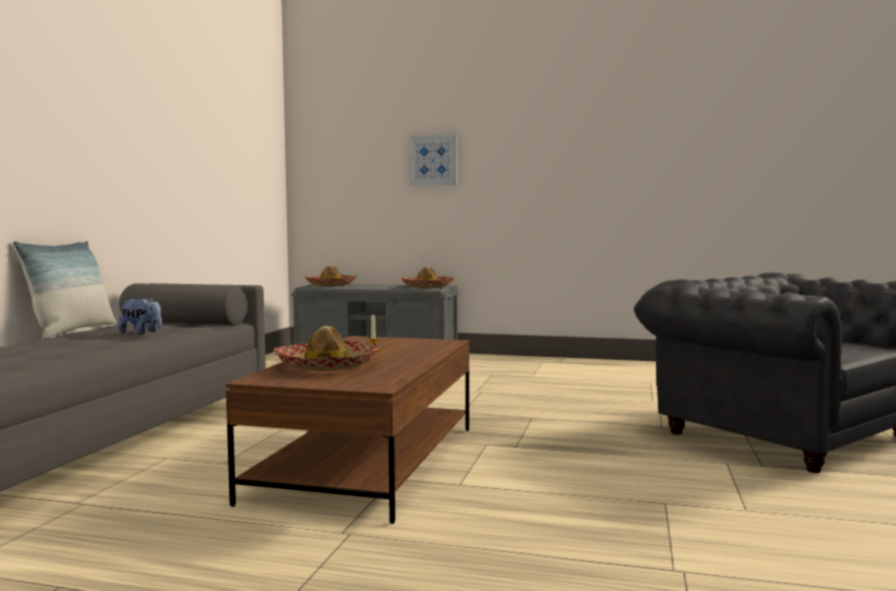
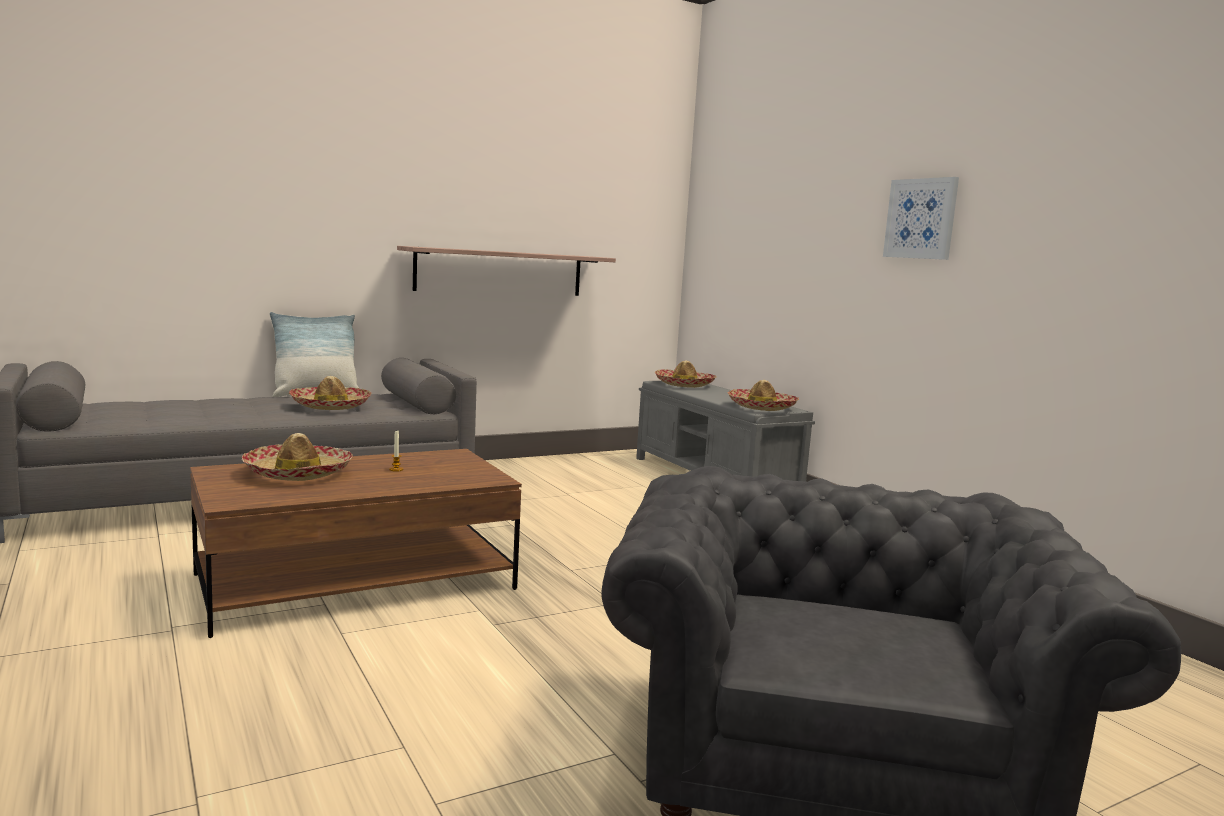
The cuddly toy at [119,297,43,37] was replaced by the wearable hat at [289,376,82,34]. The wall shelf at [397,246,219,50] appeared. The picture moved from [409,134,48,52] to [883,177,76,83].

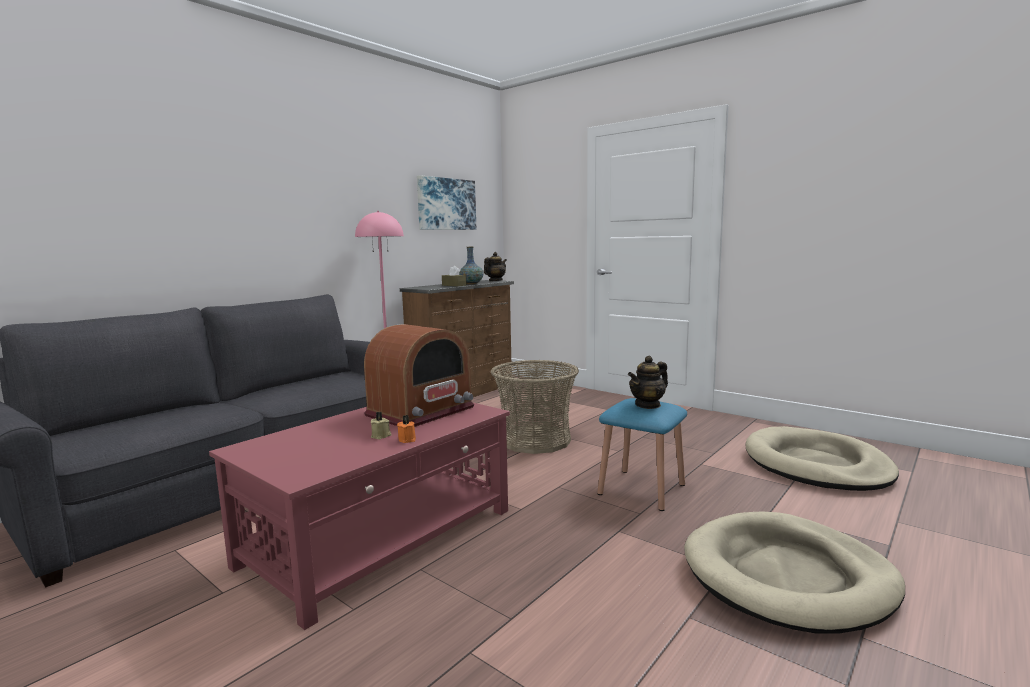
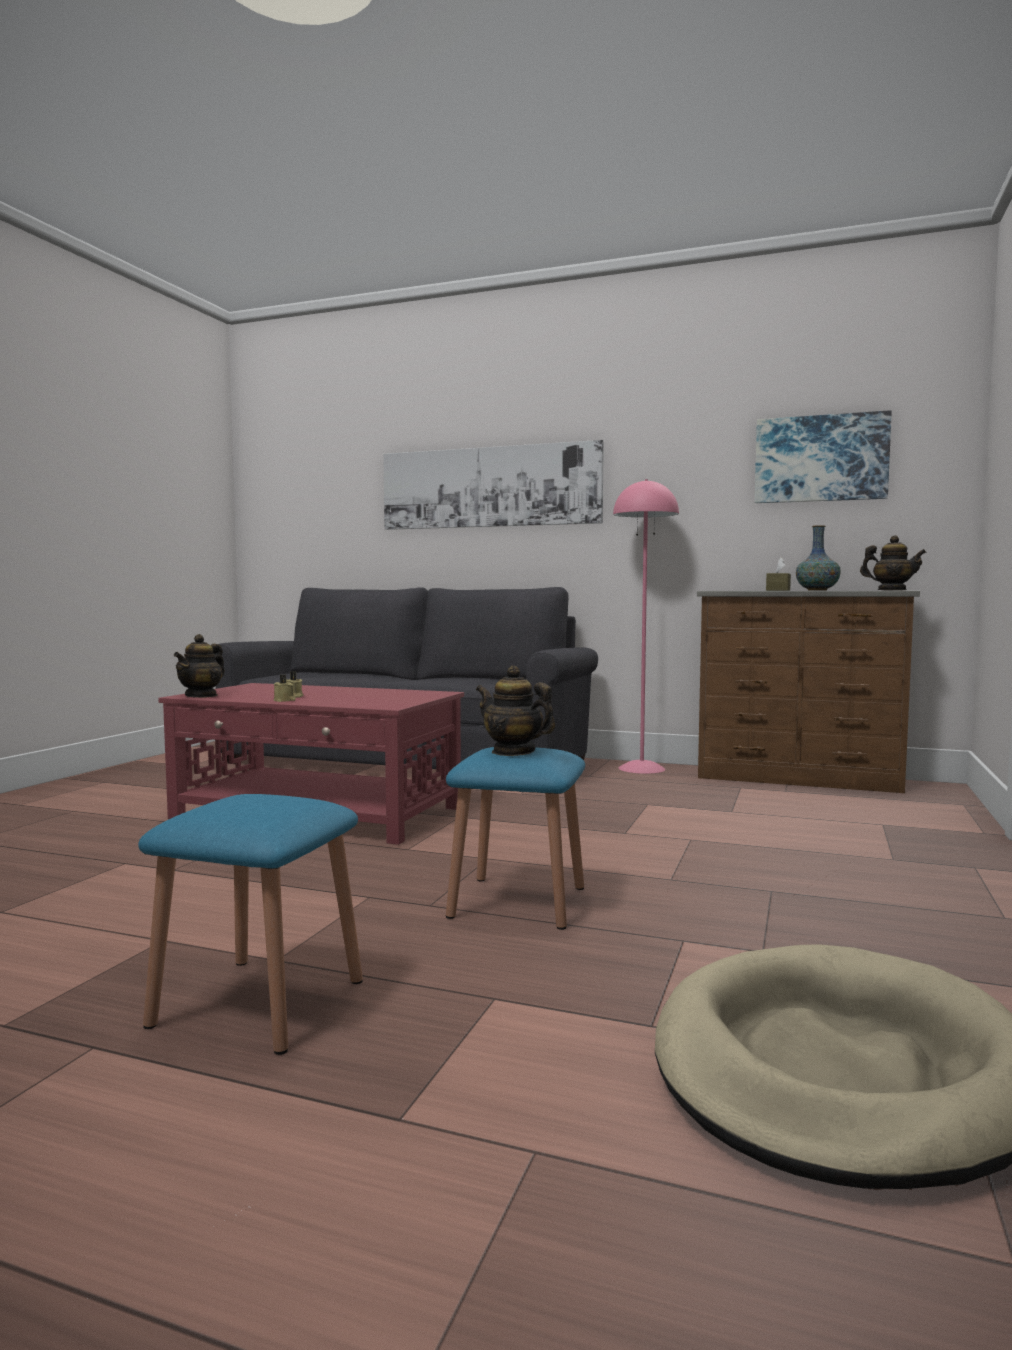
The pet bed/beige at [684,511,221,123] was replaced by the stool/blue-coloured at [138,794,225,261]. The teapot at [174,634,51,64] appeared. The wax light/orange-coloured at [397,415,19,28] became the wax light/beige at [273,675,23,27]. The picture at [383,440,221,90] appeared. The radio at [364,324,110,103] disappeared. The storage basket at [490,360,89,94] disappeared.

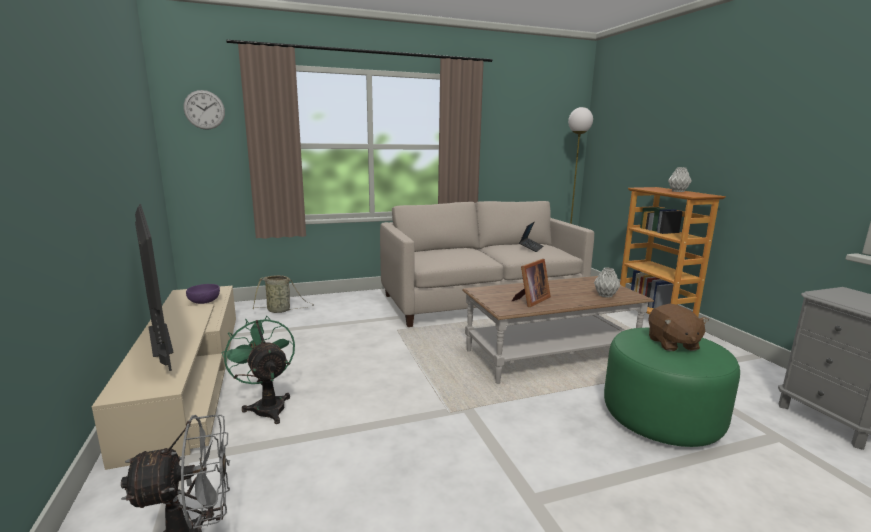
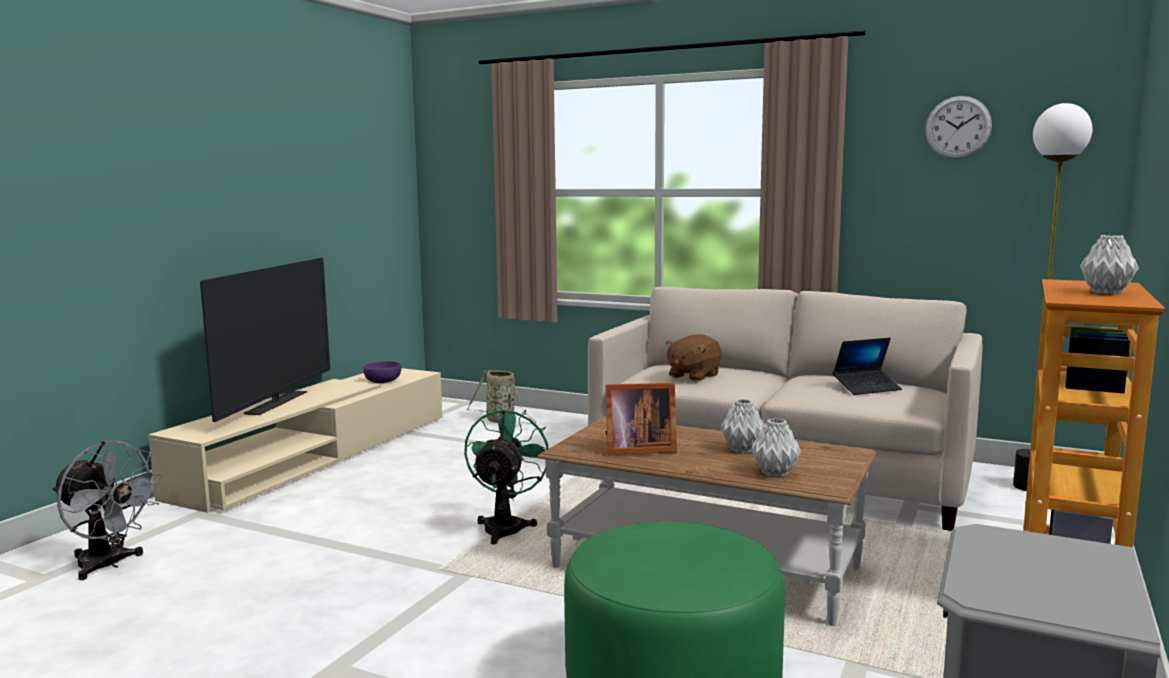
The cooling fan/greenish moved from [222,316,73,108] to [464,407,85,137]. The cuddly toy/brown-coloured moved from [649,304,60,47] to [665,334,56,47]. The vase/gray at [721,399,43,54] appeared. The hanging clock moved from [184,90,41,40] to [925,96,67,63].

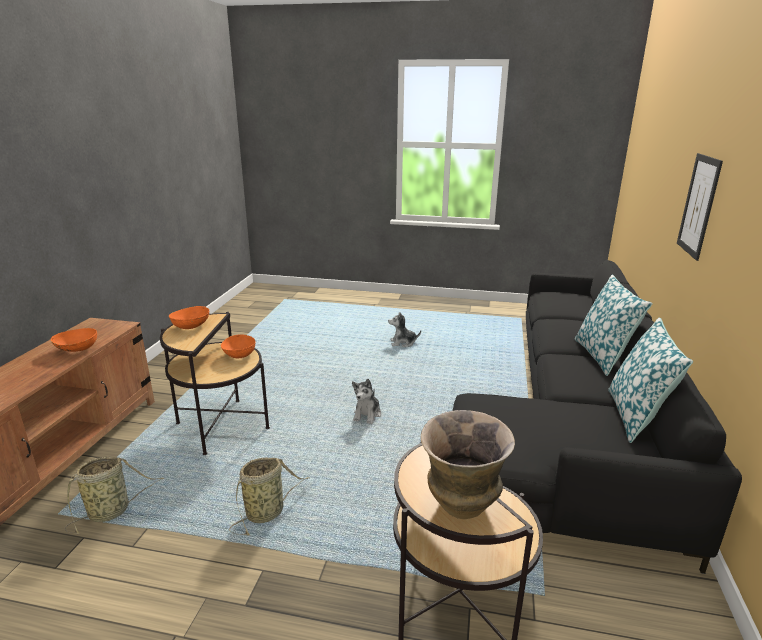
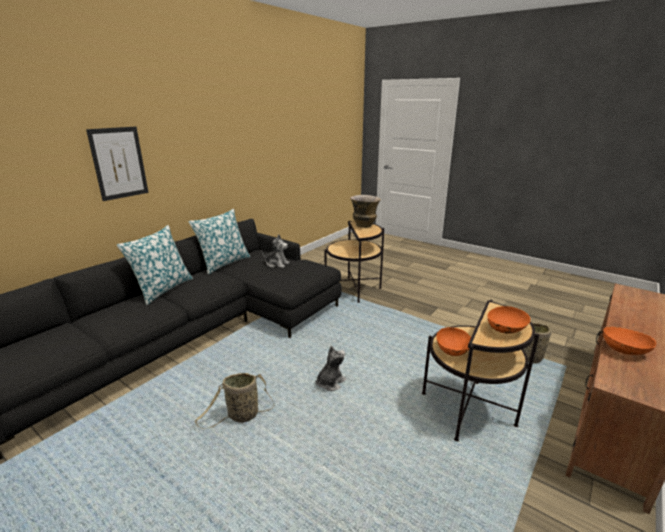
The storage basket moved from [229,458,81,78] to [195,373,79,56]. The cuddly toy moved from [388,312,33,35] to [262,234,28,34].

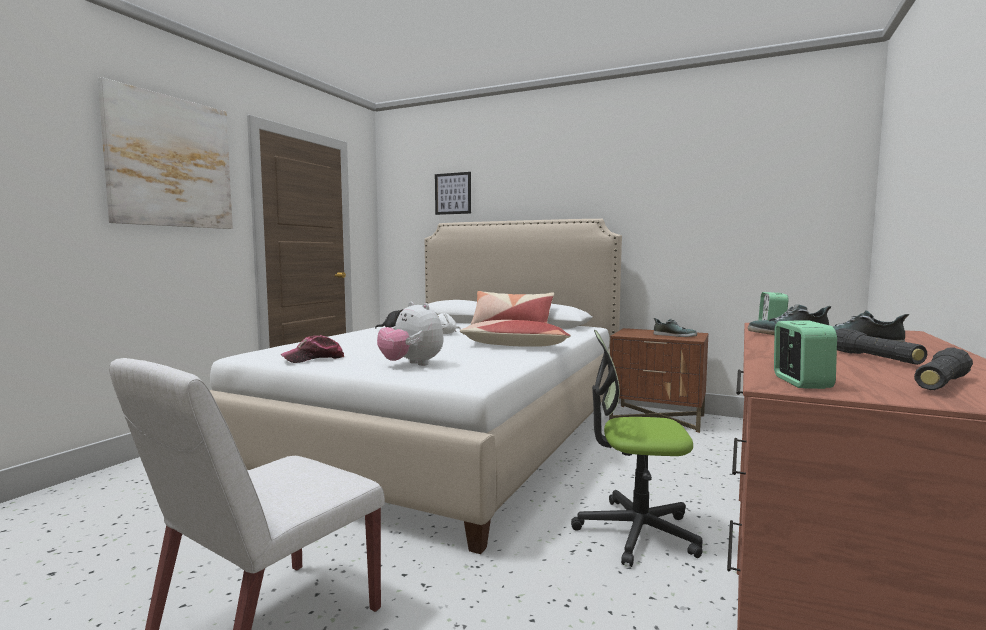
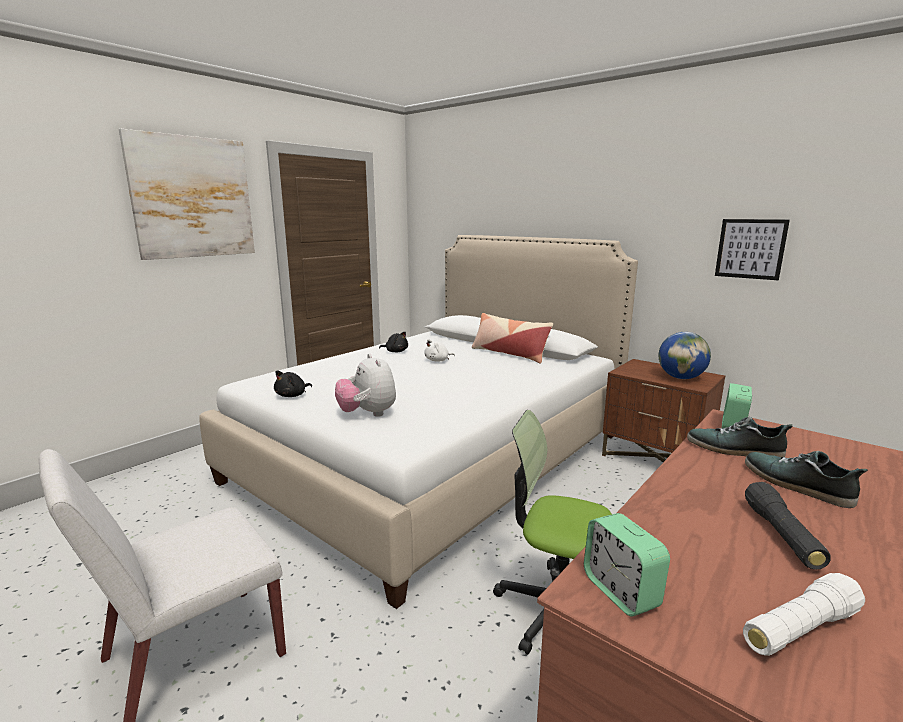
The cap at [281,335,64,28] was replaced by the cuddly toy/black-coloured at [274,370,38,27]. The bedside clock at [774,320,63,69] turned 135 degrees clockwise. The low shoe at [654,318,43,19] was replaced by the desk globe at [659,332,52,47]. The picture moved from [435,172,36,43] to [715,219,75,61]. The torch/black-coloured at [914,347,59,43] became the torch/whitish at [743,573,122,83]. The pillow at [460,320,111,26] disappeared.

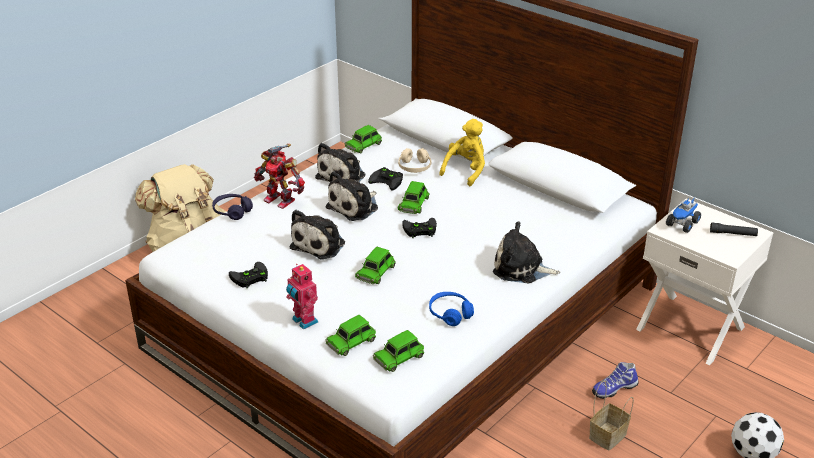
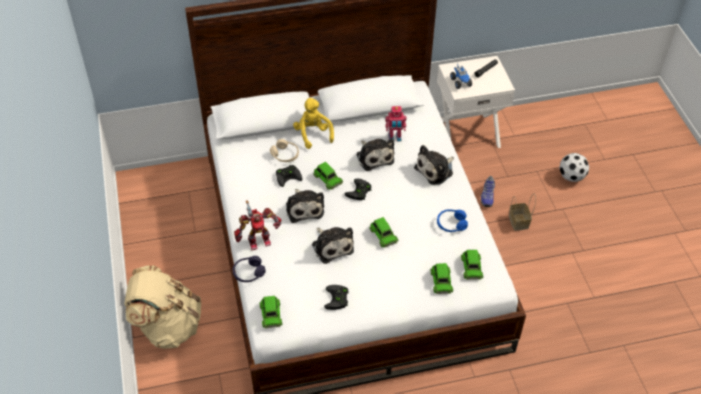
The toy car/greenish moved from [345,125,37,29] to [259,296,23,33]. The cuddly toy moved from [315,143,50,39] to [356,139,38,32]. The robot figure moved from [286,264,32,66] to [385,106,22,35].

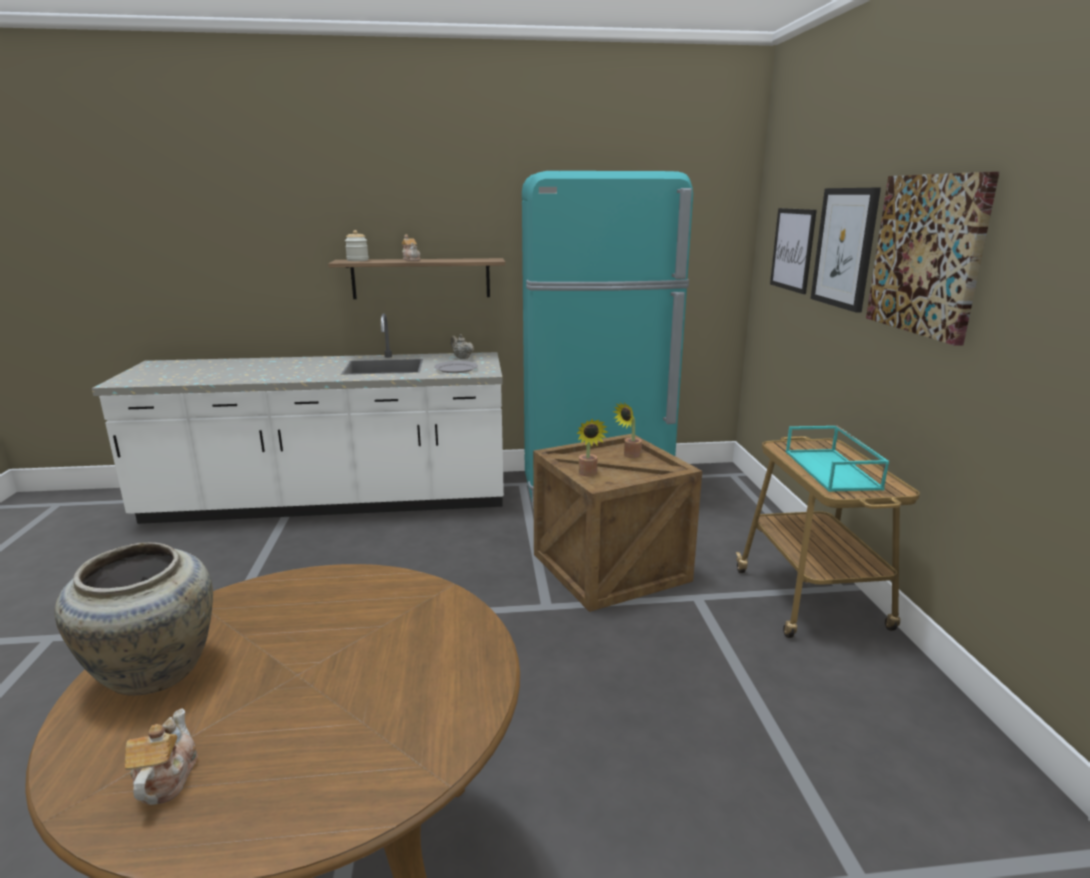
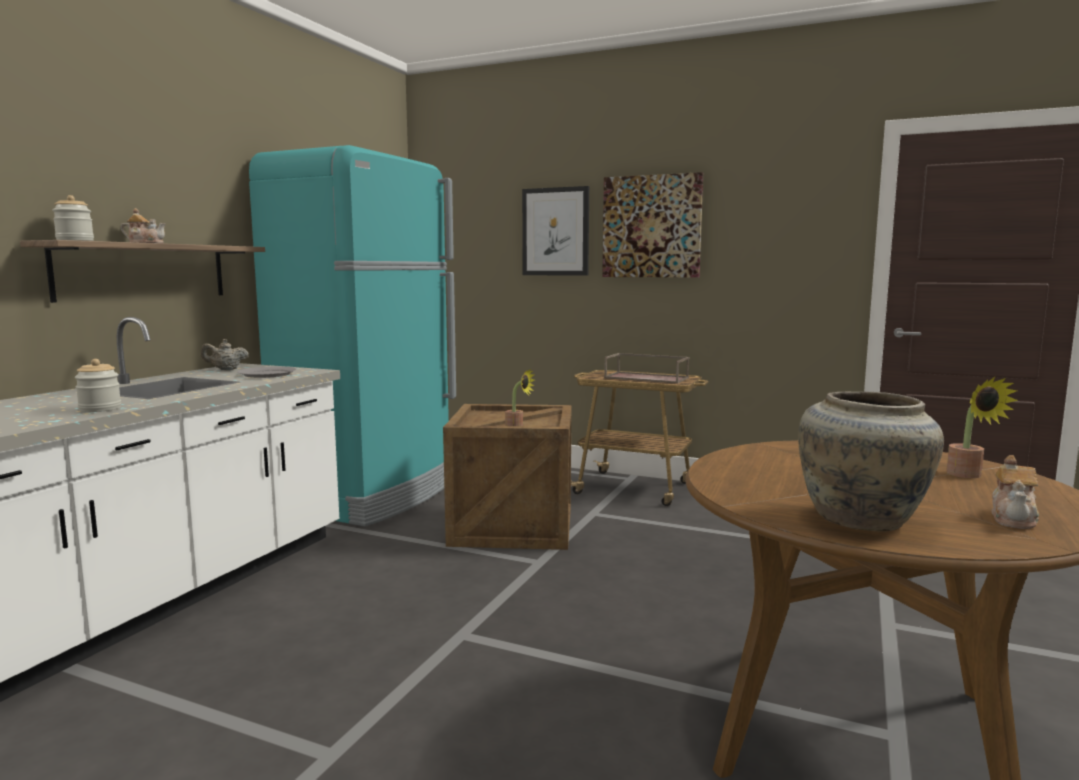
The storage jar at [75,359,46,53] appeared. The tray/blue-green at [786,426,103,66] became the tray/brown-coloured at [604,353,85,31]. The houseplant moved from [613,402,29,56] to [946,376,73,102]. The teapot at [125,708,73,97] turned 90 degrees counterclockwise. The picture at [770,208,47,86] disappeared.

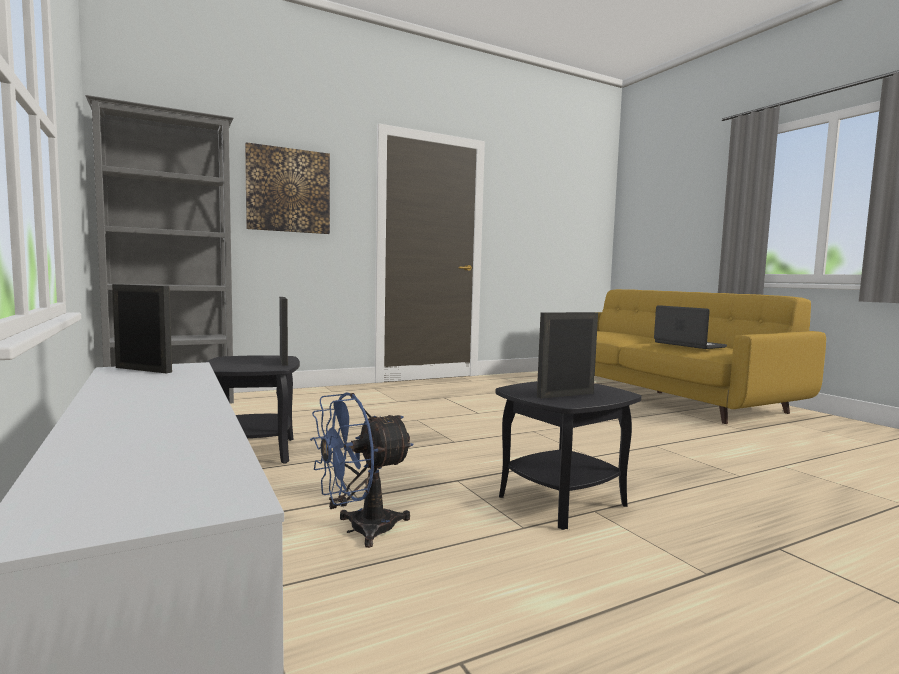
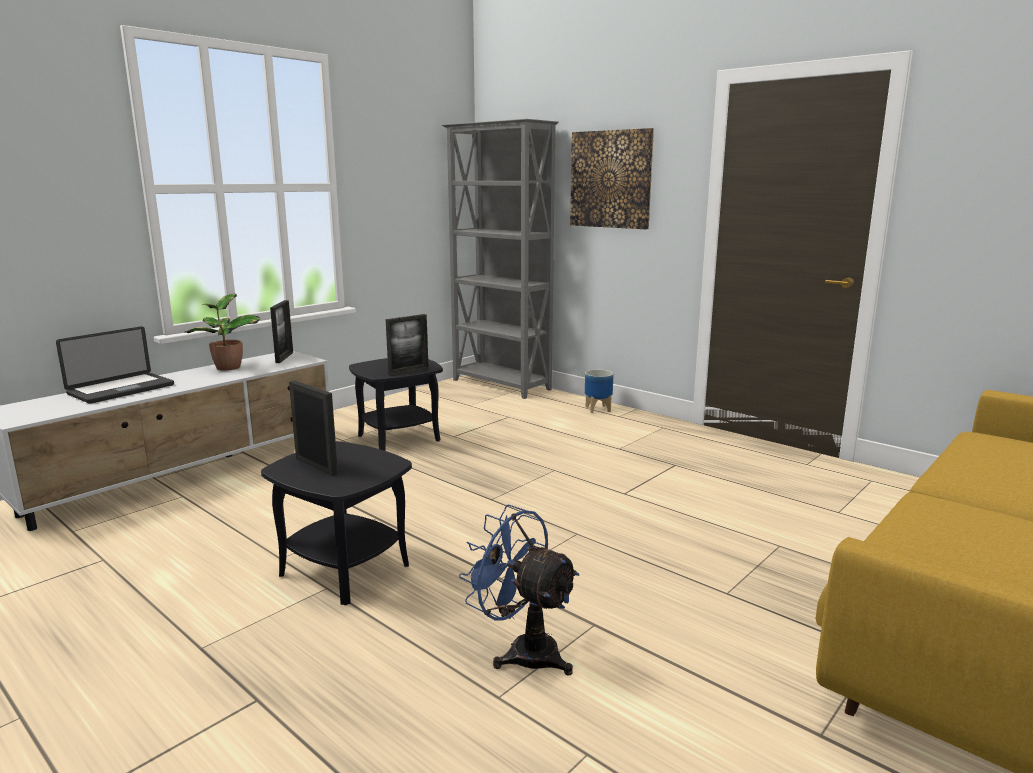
The portable computer moved from [654,305,73,44] to [56,326,118,78]. The houseplant at [185,293,76,78] appeared. The cooling fan/blue-coloured moved from [310,392,104,156] to [459,504,120,172]. The planter at [585,369,29,44] appeared.

